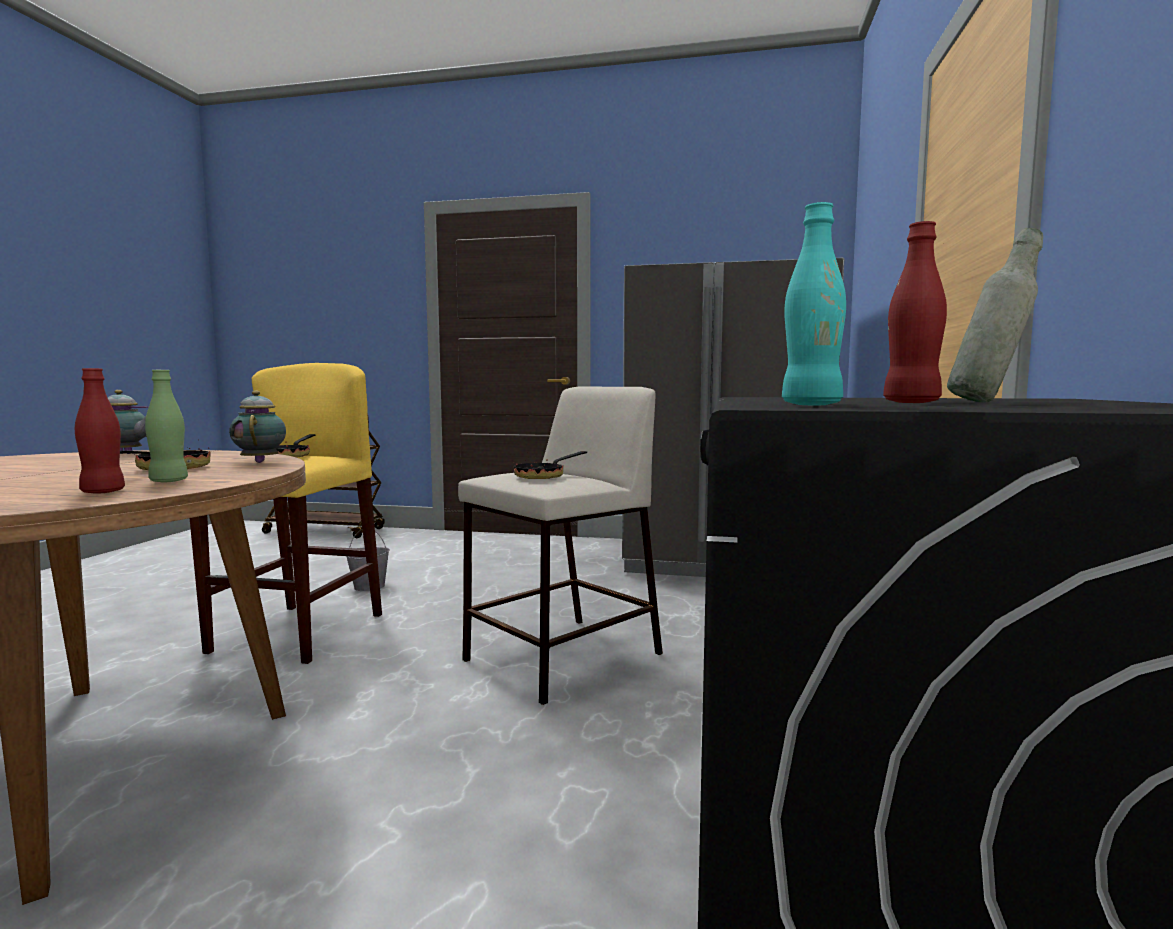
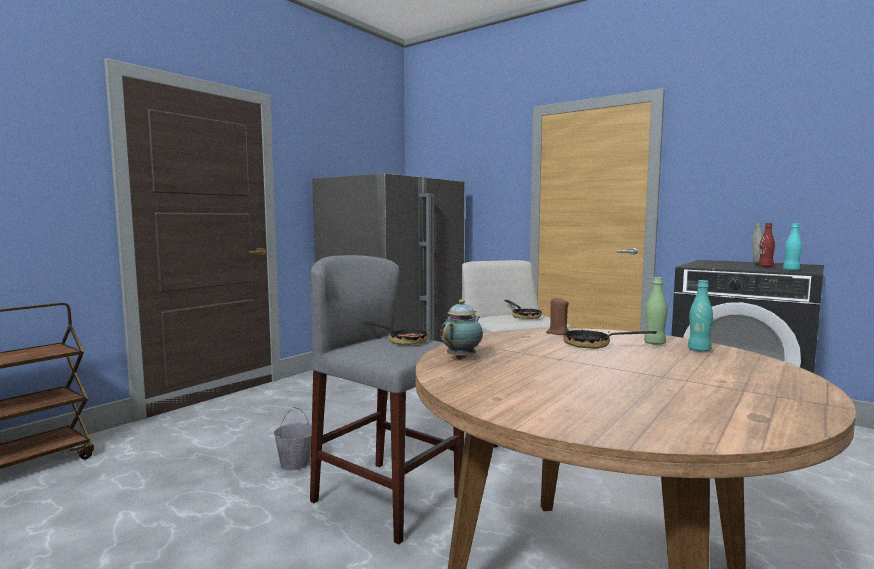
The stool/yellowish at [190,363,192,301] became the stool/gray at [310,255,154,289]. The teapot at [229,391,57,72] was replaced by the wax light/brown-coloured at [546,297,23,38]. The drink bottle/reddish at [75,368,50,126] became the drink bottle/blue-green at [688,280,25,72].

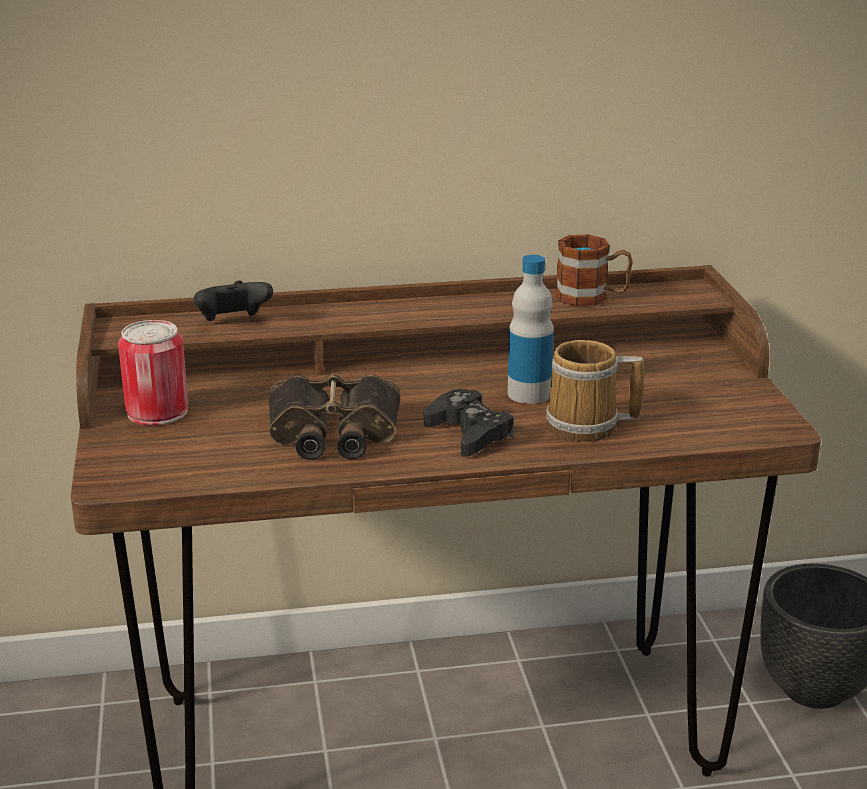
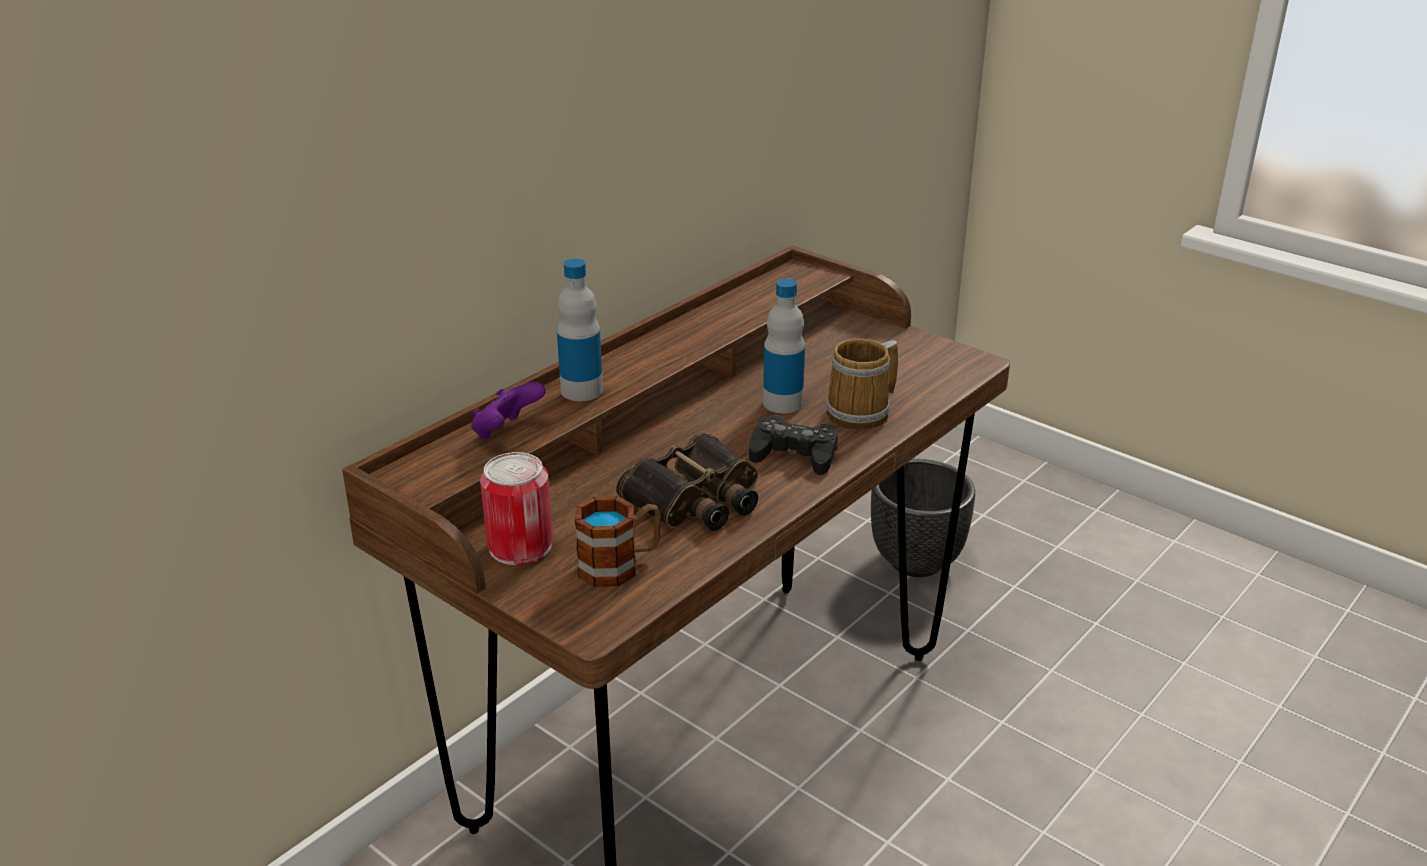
The gamepad/black-coloured at [194,281,79,40] became the gamepad/purple at [471,382,74,58]. The drink bottle at [557,259,46,142] appeared. The mug moved from [556,234,77,72] to [575,496,86,91].

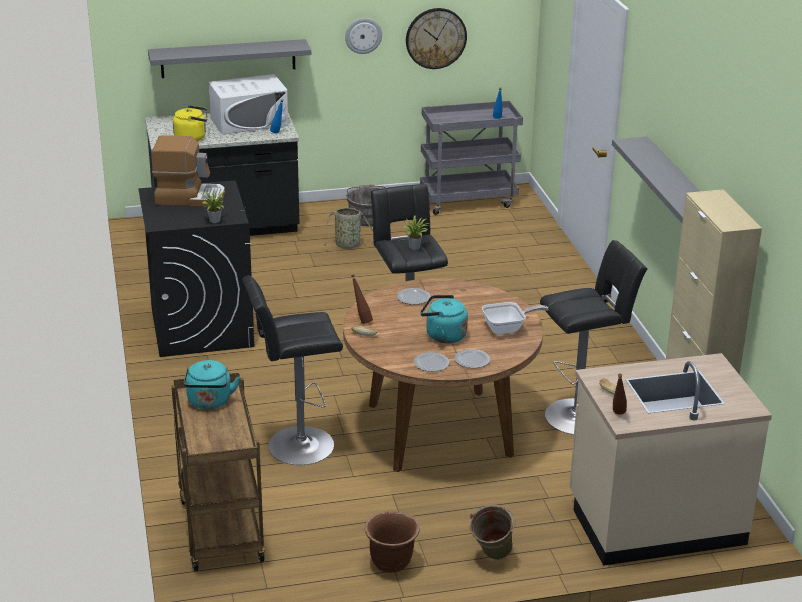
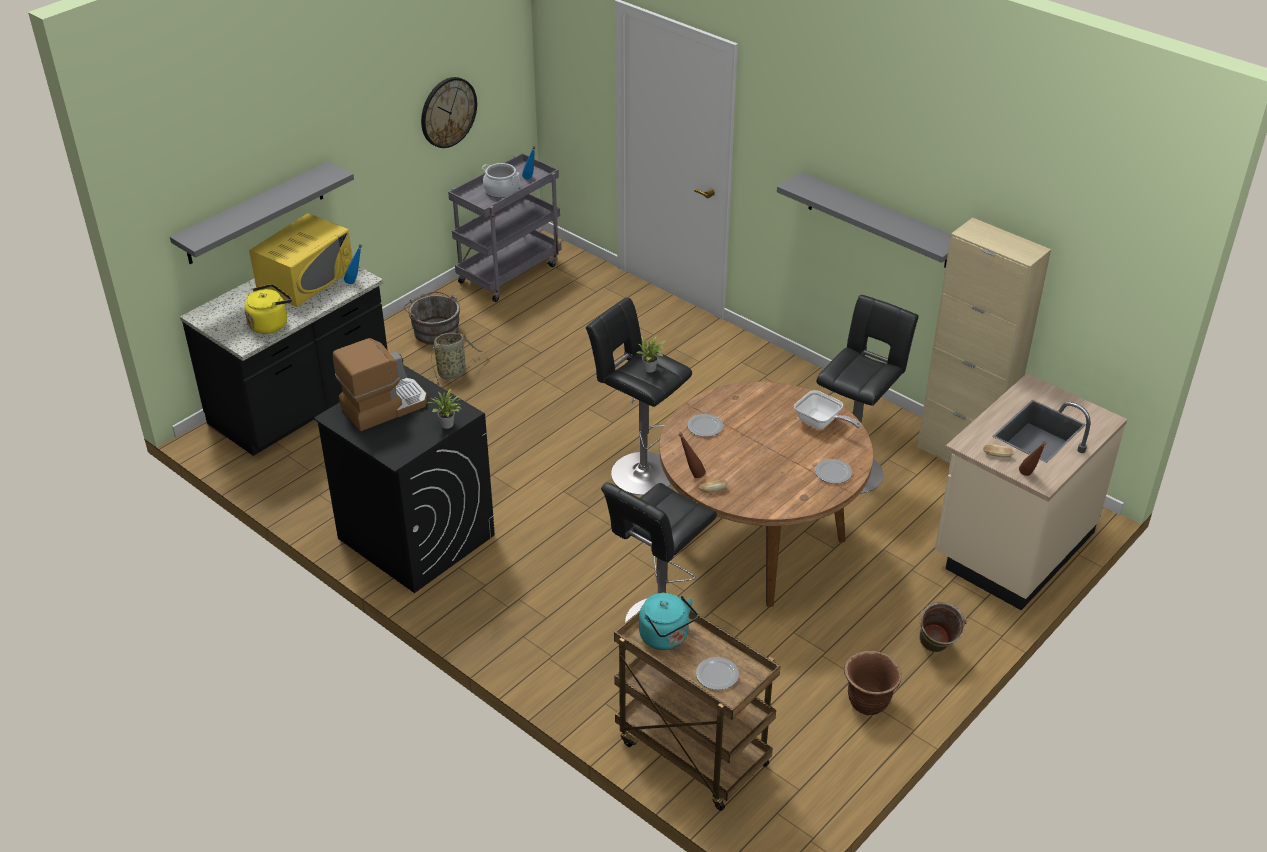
The microwave/whitish at [208,74,80,61] became the microwave/yellowish at [249,213,104,94]. The saucepot at [482,163,38,35] appeared. The plate moved from [414,352,35,20] to [696,657,43,33]. The skillet at [482,302,67,32] turned 90 degrees clockwise. The hanging clock at [345,18,37,36] disappeared. The water kettle/blue-green at [420,295,48,48] disappeared.

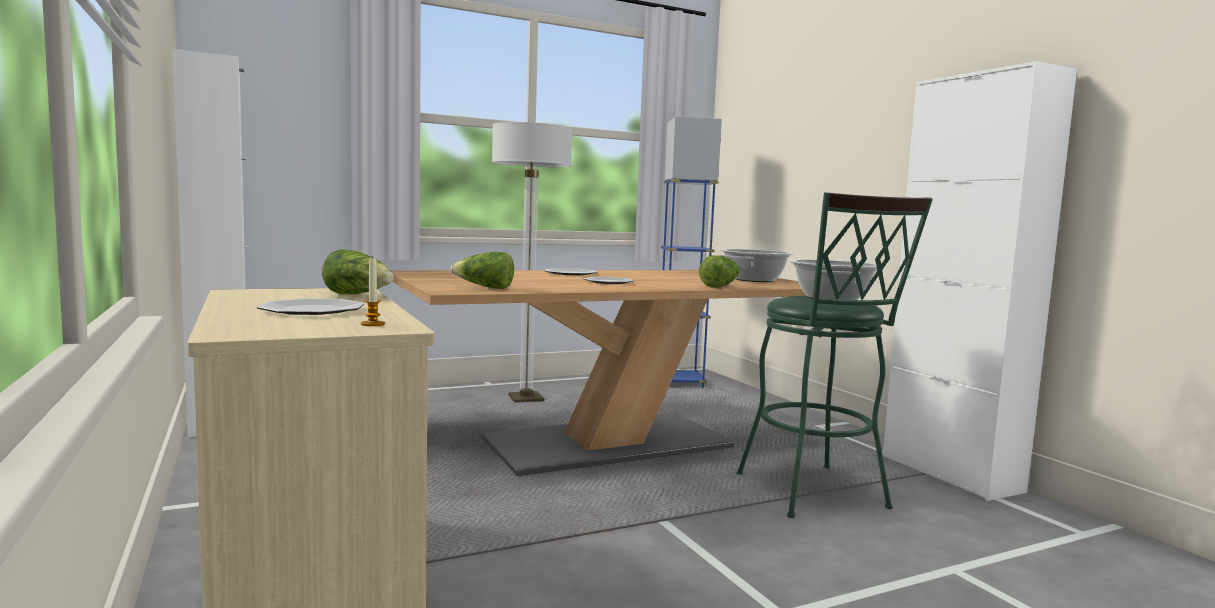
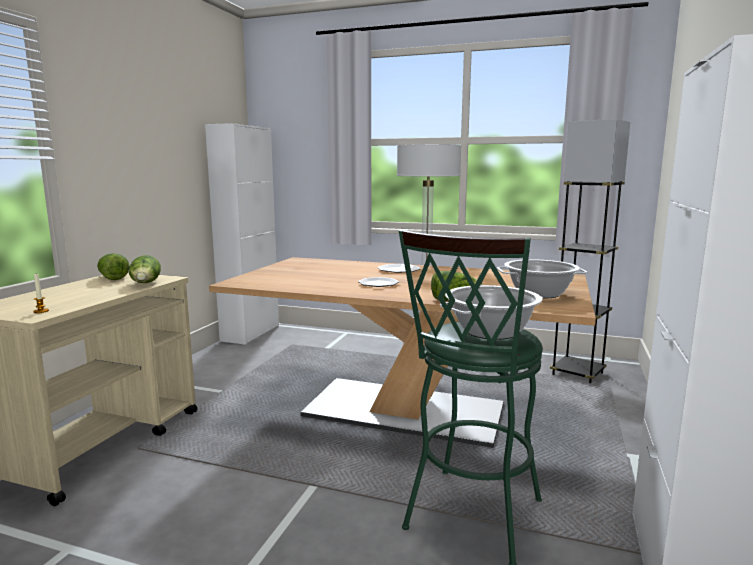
The head of lettuce moved from [451,252,63,37] to [97,253,33,27]. The standard lamp/blue-coloured at [661,116,61,272] became the standard lamp/gray at [550,119,80,264]. The plate at [257,298,107,17] disappeared.

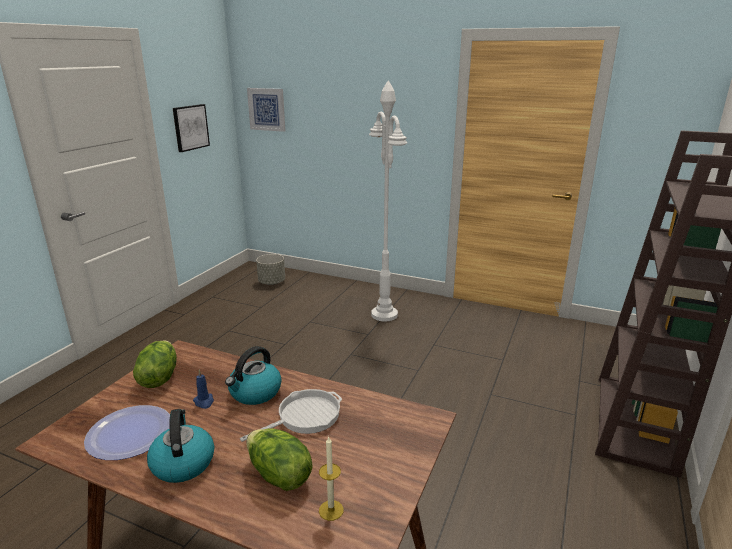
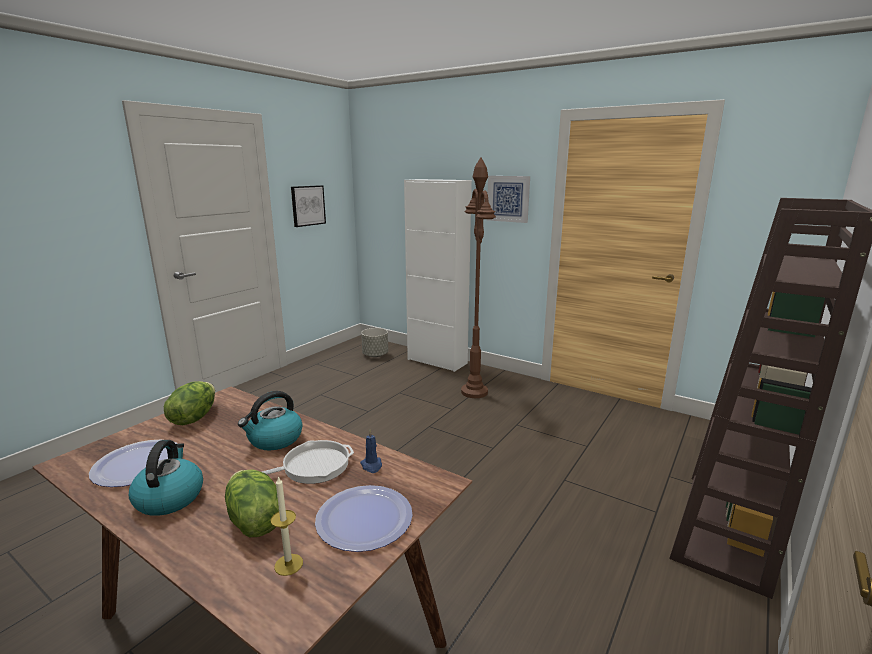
The plate at [315,485,98,67] appeared. The wax light/blue-coloured moved from [193,370,21,39] to [360,429,22,44]. The cabinet/whitish at [404,179,68,193] appeared. The standard lamp/whitish at [369,80,38,241] became the standard lamp/brown-coloured at [461,157,35,241]. The picture moved from [247,88,38,44] to [487,176,43,47].

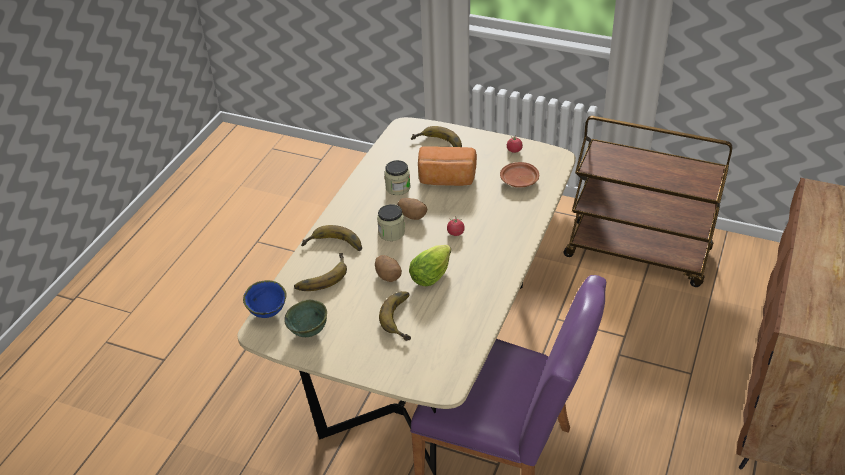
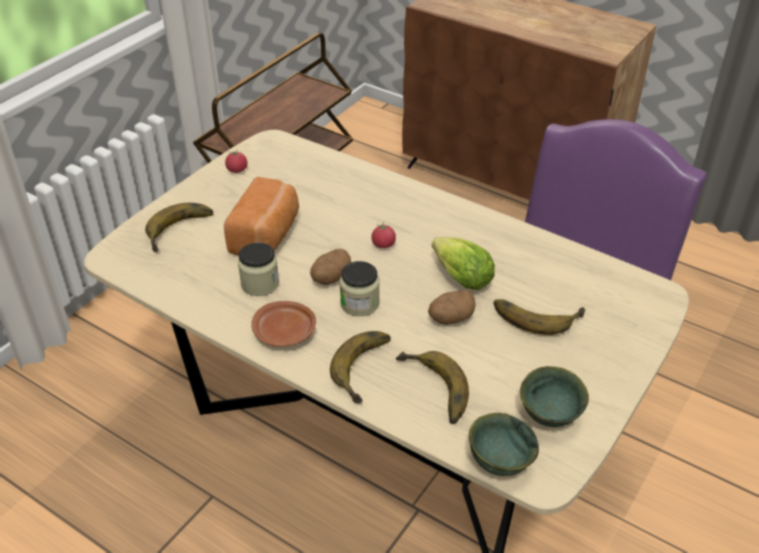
The plate/brown-coloured moved from [500,162,39,26] to [252,301,64,46]. The serving bowl/blue-coloured at [243,280,44,38] became the serving bowl/greenish at [469,413,70,63].

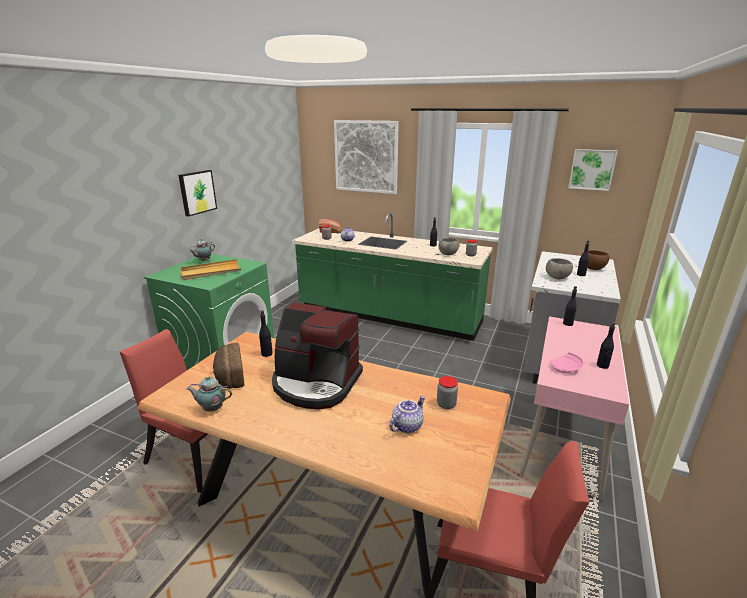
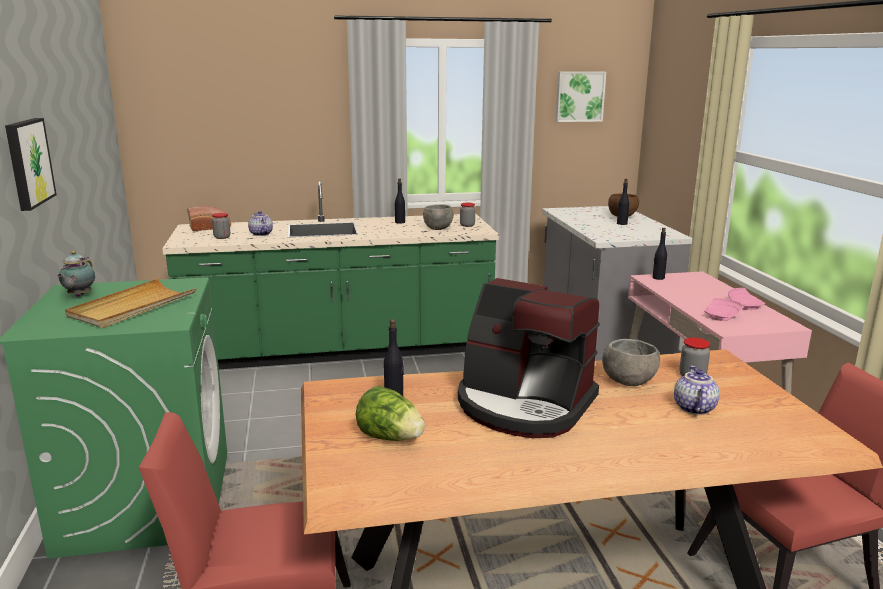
The baked bread at [213,342,31,47] was replaced by the head of lettuce at [356,386,69,55]. The coffee brewer at [272,302,91,107] turned 45 degrees clockwise. The serving bowl/gray moved from [546,258,27,21] to [602,339,58,47]. The drink bottle/black-coloured at [597,322,18,47] was replaced by the plate/pinkish at [728,288,37,22]. The teapot at [187,376,45,36] disappeared. The picture at [334,120,65,74] disappeared.

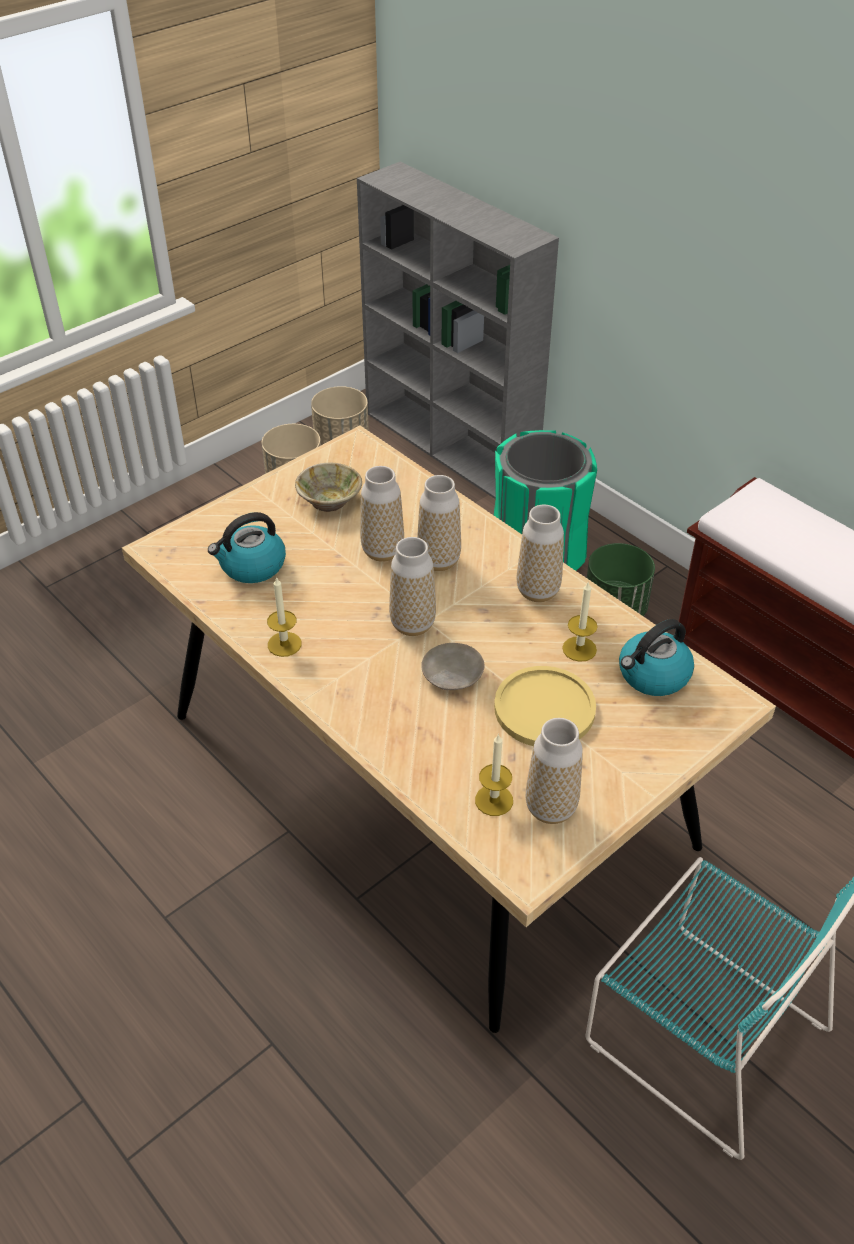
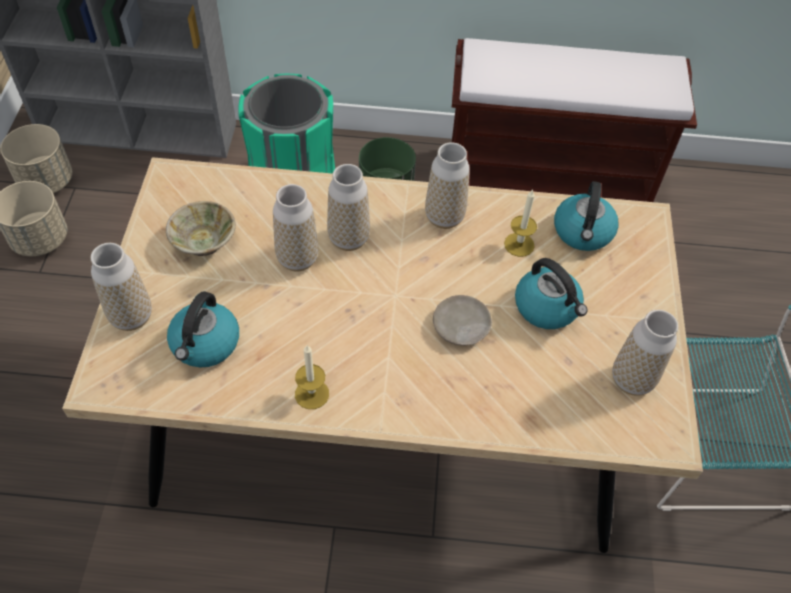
The vase moved from [389,537,47,99] to [90,243,62,88]. The plate/yellowish at [494,666,102,80] was replaced by the water kettle at [515,258,73,71]. The wax light at [475,733,38,83] disappeared.

